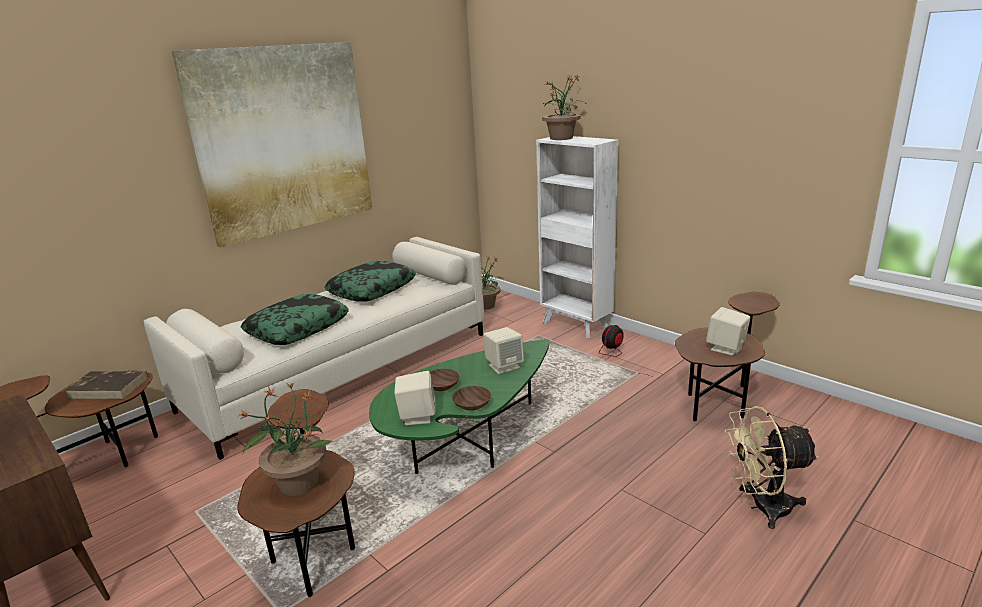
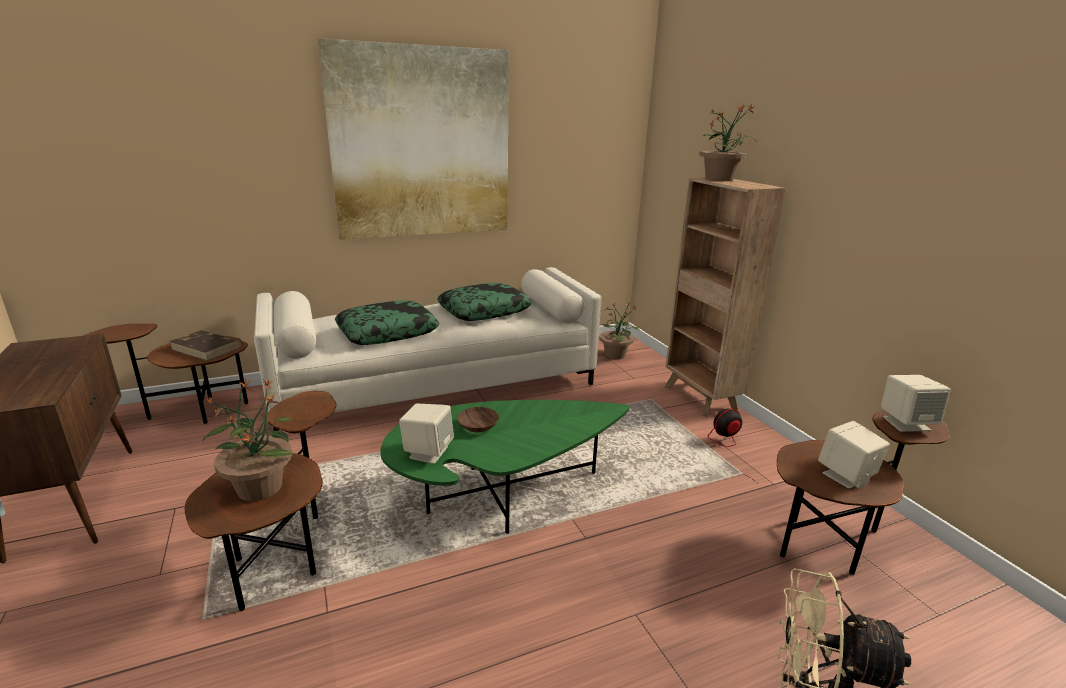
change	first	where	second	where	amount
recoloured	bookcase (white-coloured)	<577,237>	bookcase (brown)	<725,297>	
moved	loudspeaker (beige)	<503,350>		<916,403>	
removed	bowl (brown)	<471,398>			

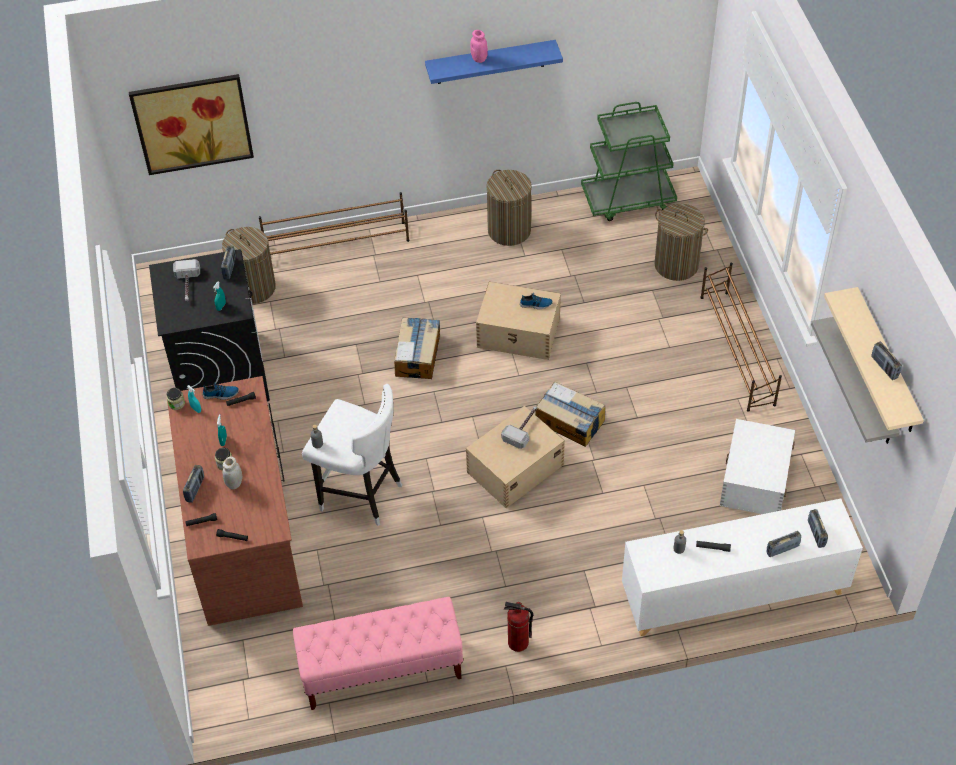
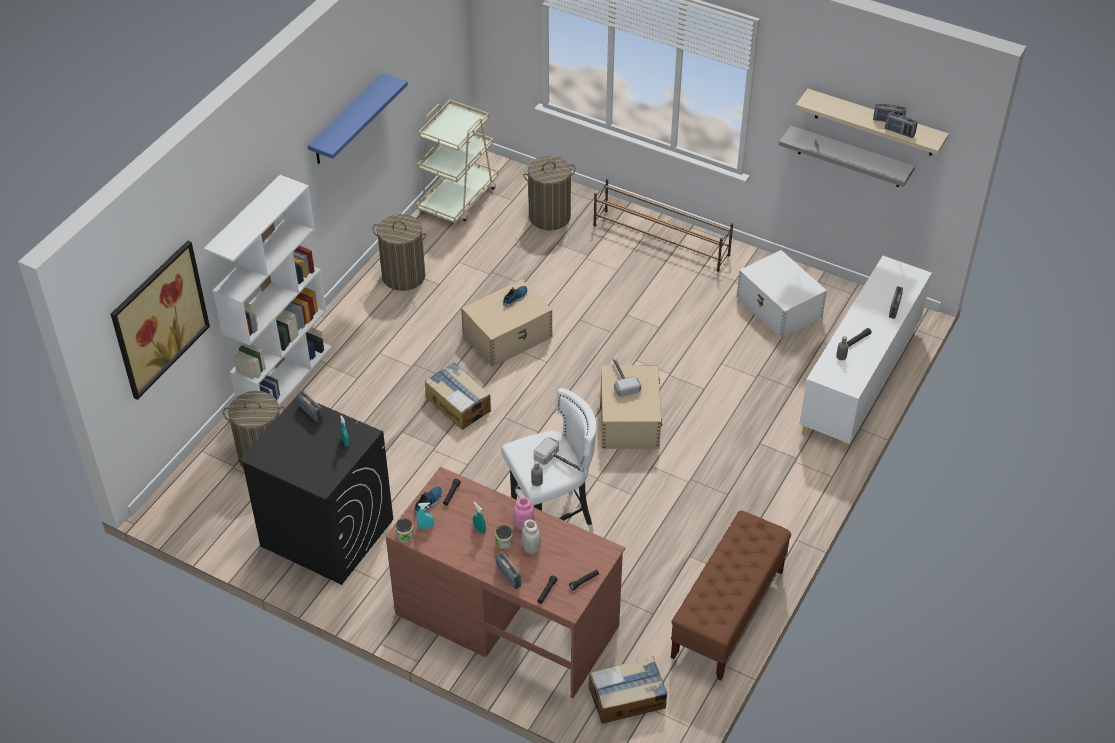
change	first	where	second	where	amount
moved	jar (pink)	<479,46>		<523,514>	
recoloured	trolley (greenish)	<629,161>	trolley (beige)	<457,161>	
replaced	shoe stand (brown)	<334,223>	bookcase (white-coloured)	<268,290>	
moved	hand hammer	<186,280>		<559,454>	
moved	cardboard box	<570,414>		<628,690>	
moved	radio set	<818,528>		<901,125>	
recoloured	indoor bench (pink)	<378,653>	indoor bench (brown)	<731,595>	
removed	fire-fighting cylinder	<518,627>			

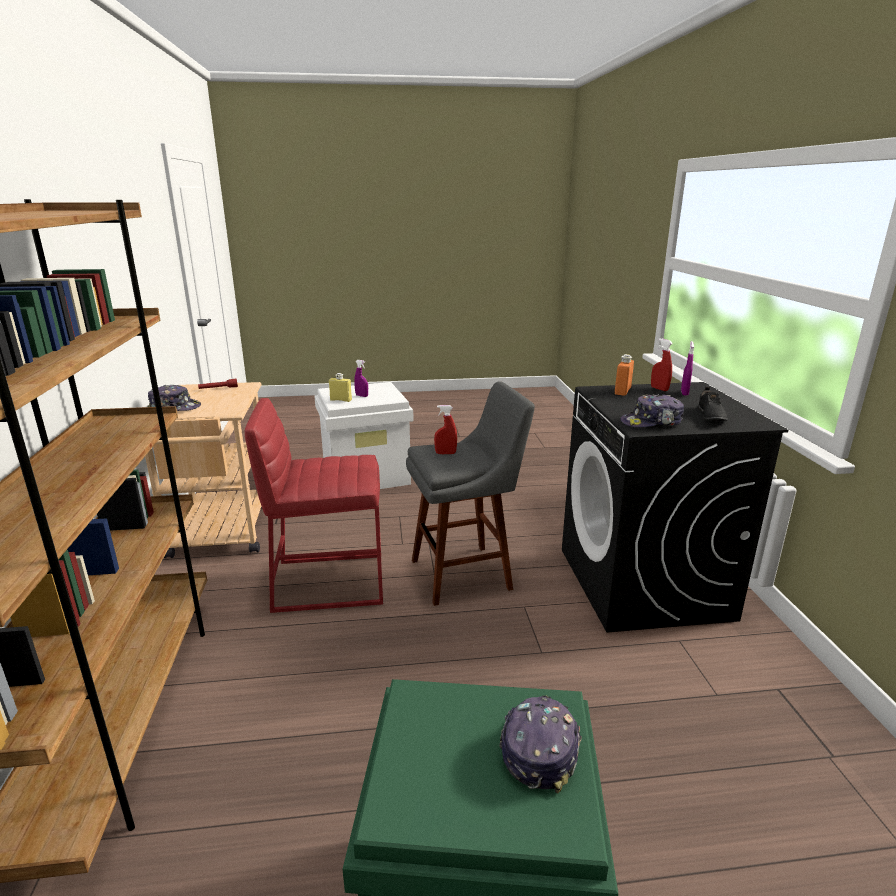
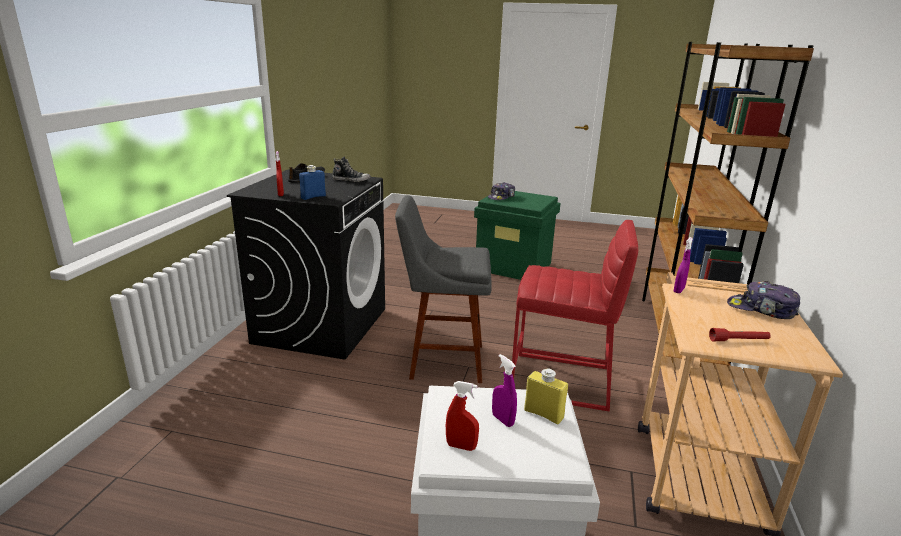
change	first	where	second	where	amount
moved	sprayer (purplish)	<687,368>		<683,265>	
recoloured	beverage bottle (orangey)	<624,375>	beverage bottle (blue)	<312,182>	
replaced	cap	<652,410>	low shoe	<351,169>	
moved	sprayer (red)	<445,429>		<462,416>	

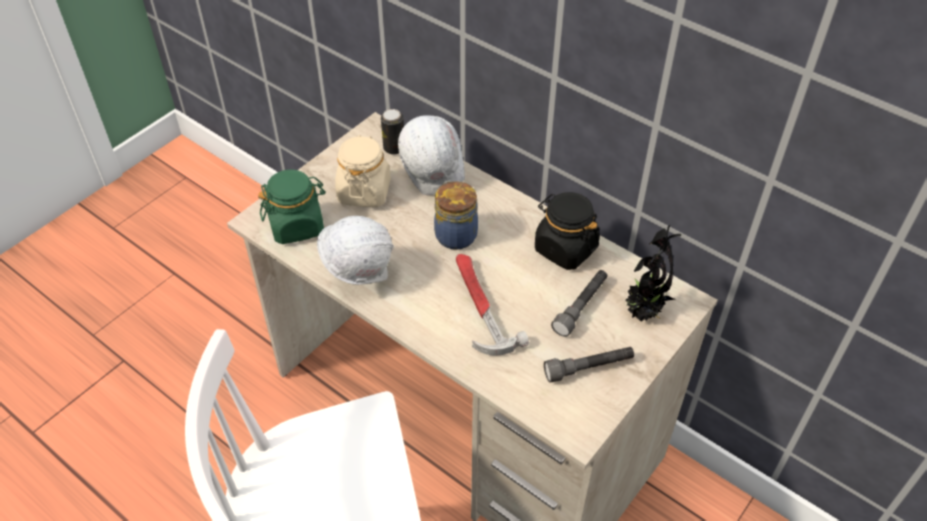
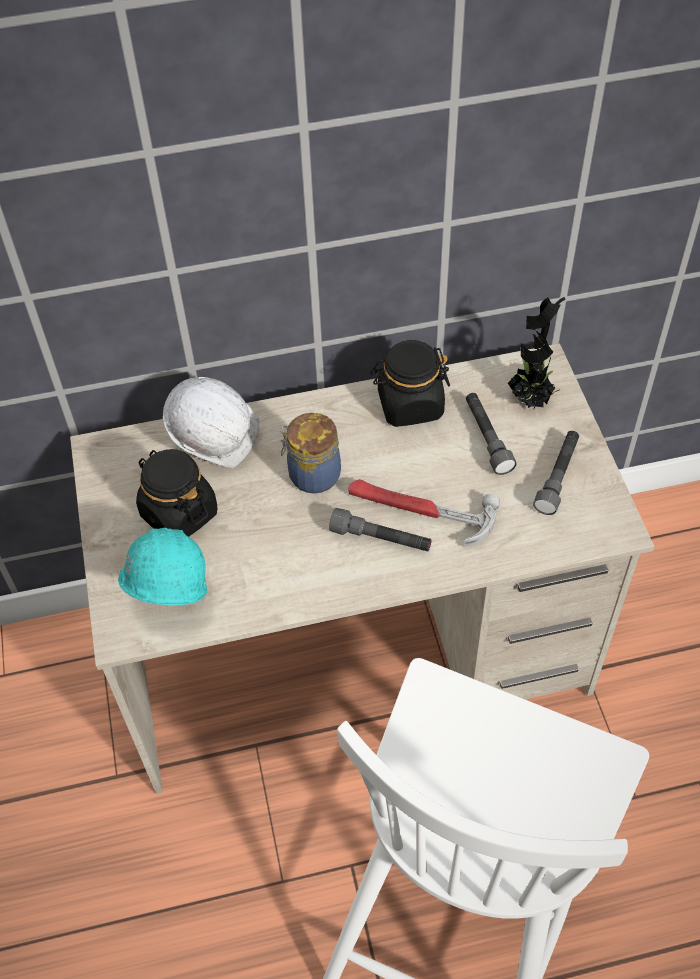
change	first	where	second	where	amount
removed	can	<392,132>			
recoloured	jar (beige)	<363,171>	jar (black)	<176,493>	
replaced	jar (greenish)	<292,206>	safety helmet (blue-green)	<162,566>	
removed	safety helmet (white-coloured)	<355,250>			
added			hand torch (greyish)	<380,530>	

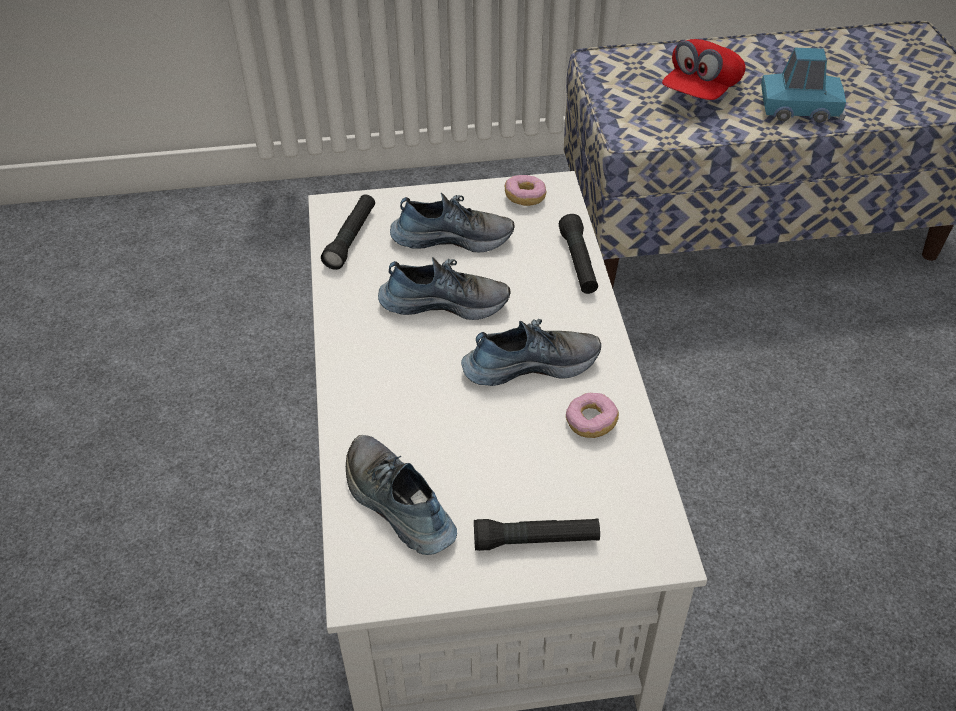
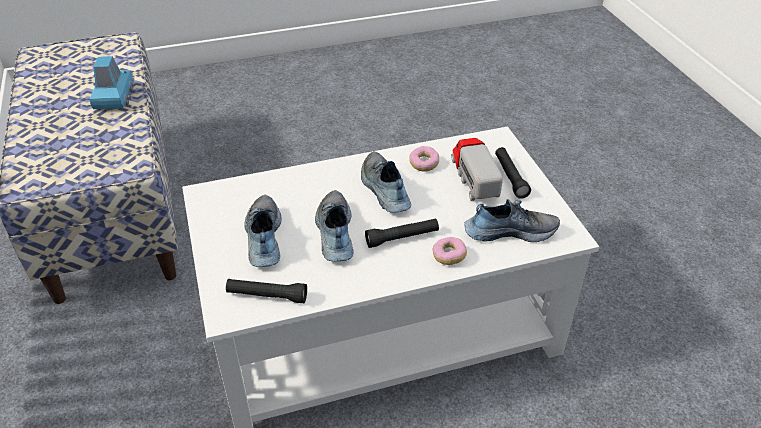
change	first	where	second	where	amount
removed	cap (red)	<704,69>			
moved	donut	<526,190>		<450,251>	
moved	hand torch (black)	<578,254>		<402,233>	
turned	low shoe	<401,495>		<512,220>	135 degrees counterclockwise
added			model truck	<477,169>	

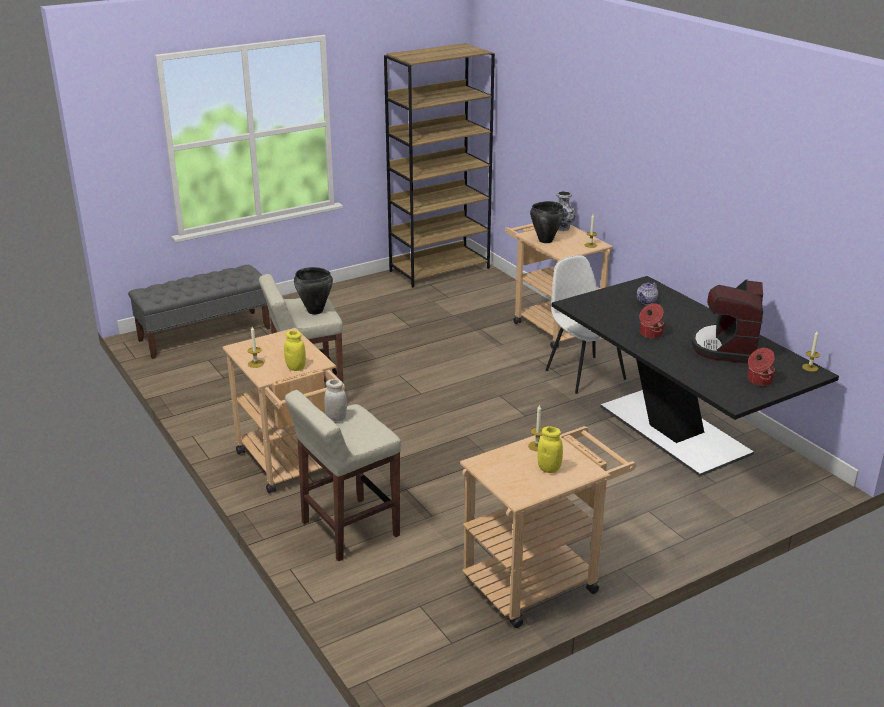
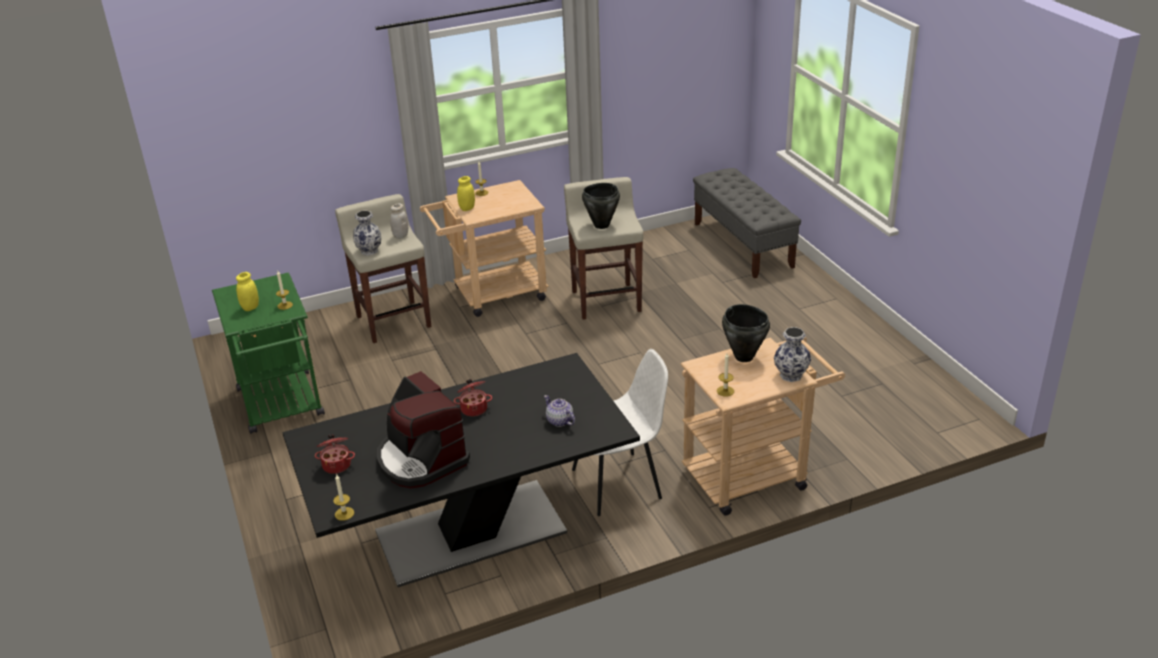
change	first	where	second	where	amount
removed	bookcase (brown)	<439,165>			
turned	coffee brewer	<727,321>		<423,429>	150 degrees counterclockwise
recoloured	trolley (beige)	<548,527>	trolley (greenish)	<268,353>	
added			flower vase	<367,233>	

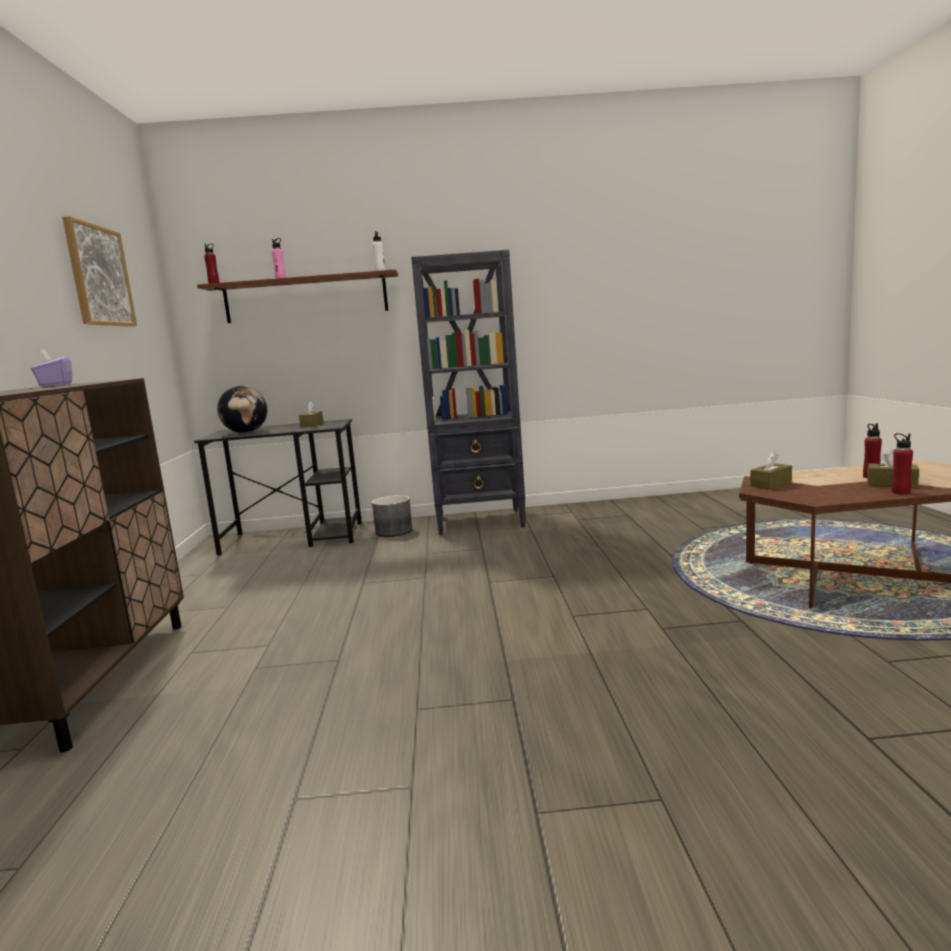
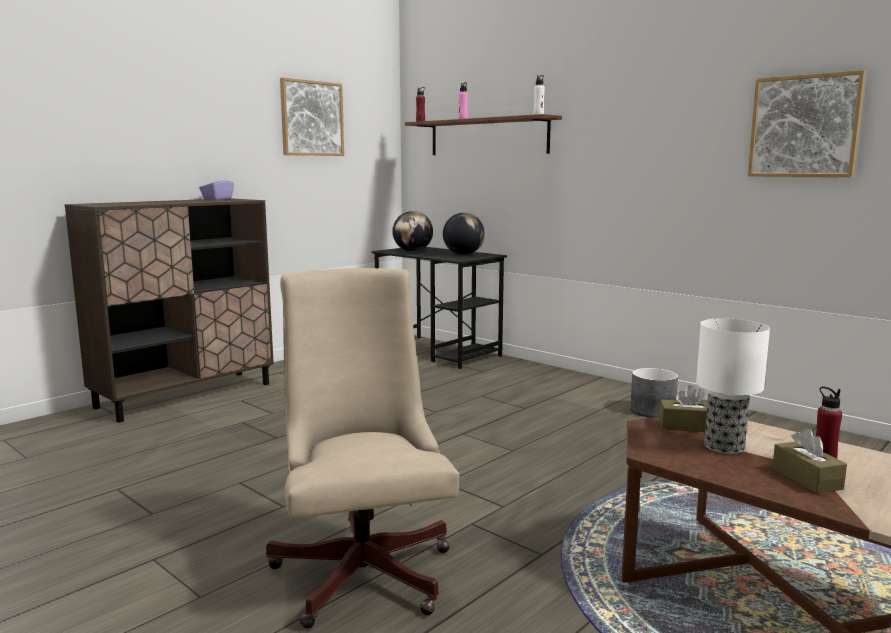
change	first	where	second	where	amount
removed	bookcase (black)	<468,392>			
replaced	tissue box (brown)	<311,414>	desk globe	<464,234>	
removed	beverage bottle (red)	<902,463>			
moved	planter (greyish)	<392,516>		<654,393>	
added			wall art	<807,123>	
added			desk chair (beige)	<362,448>	
added			tabletop lamp	<733,386>	

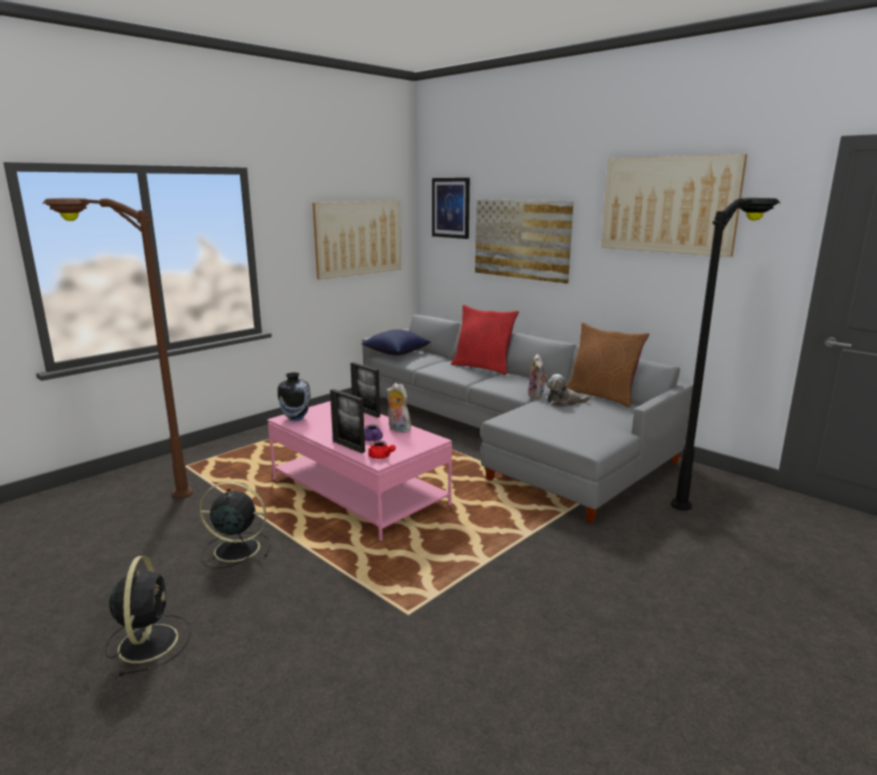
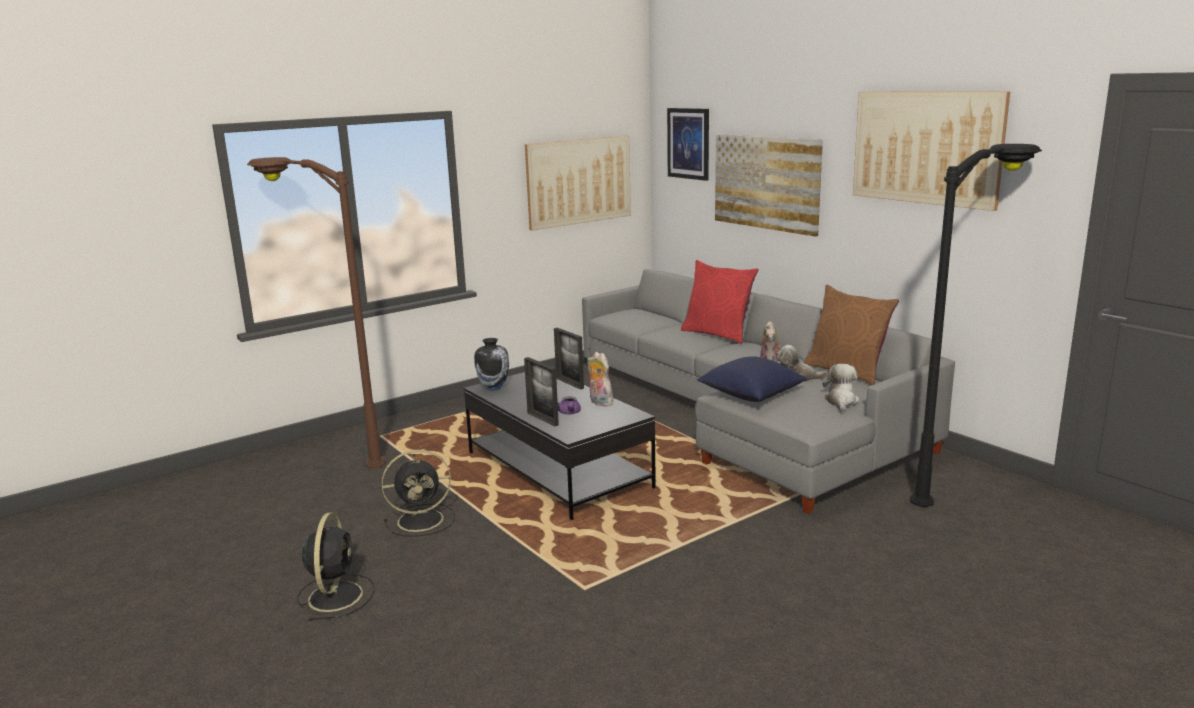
change	first	where	second	where	amount
moved	pillow (blue)	<396,342>		<752,379>	
recoloured	low table (pink)	<359,471>	low table (black)	<560,446>	
removed	pot for tea (red)	<382,450>			
turned	fan (black)	<234,525>		<418,493>	150 degrees clockwise
added			plush toy	<841,387>	

